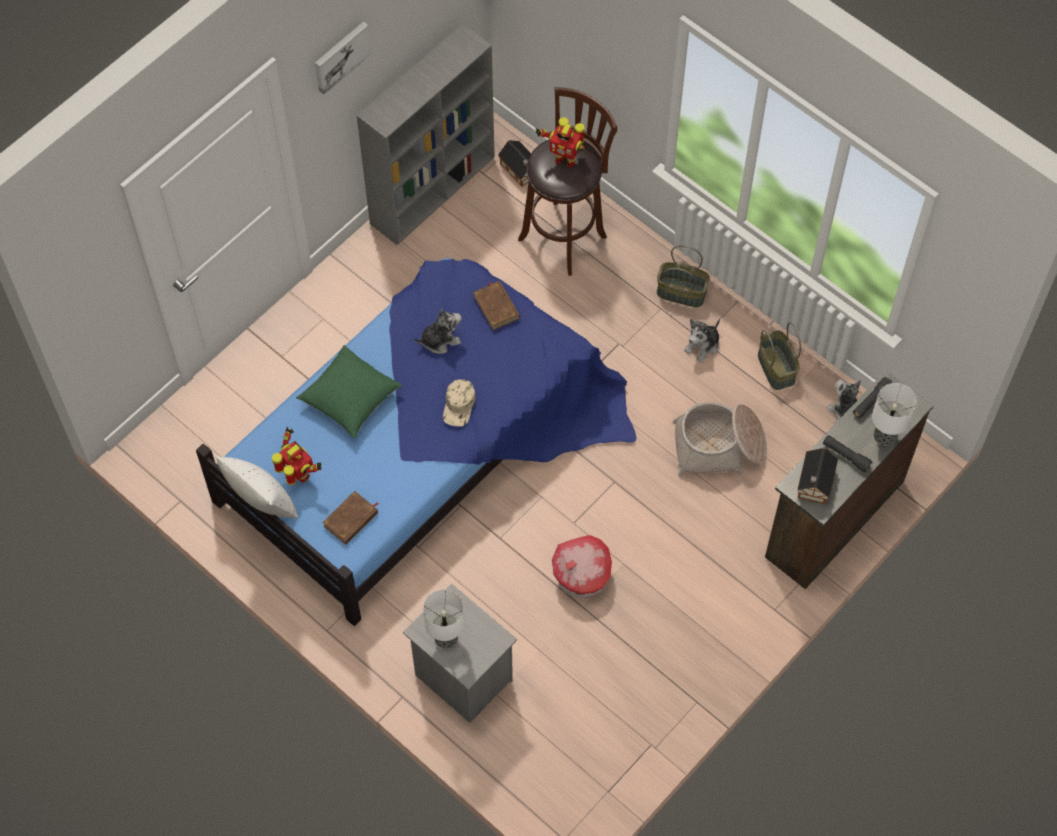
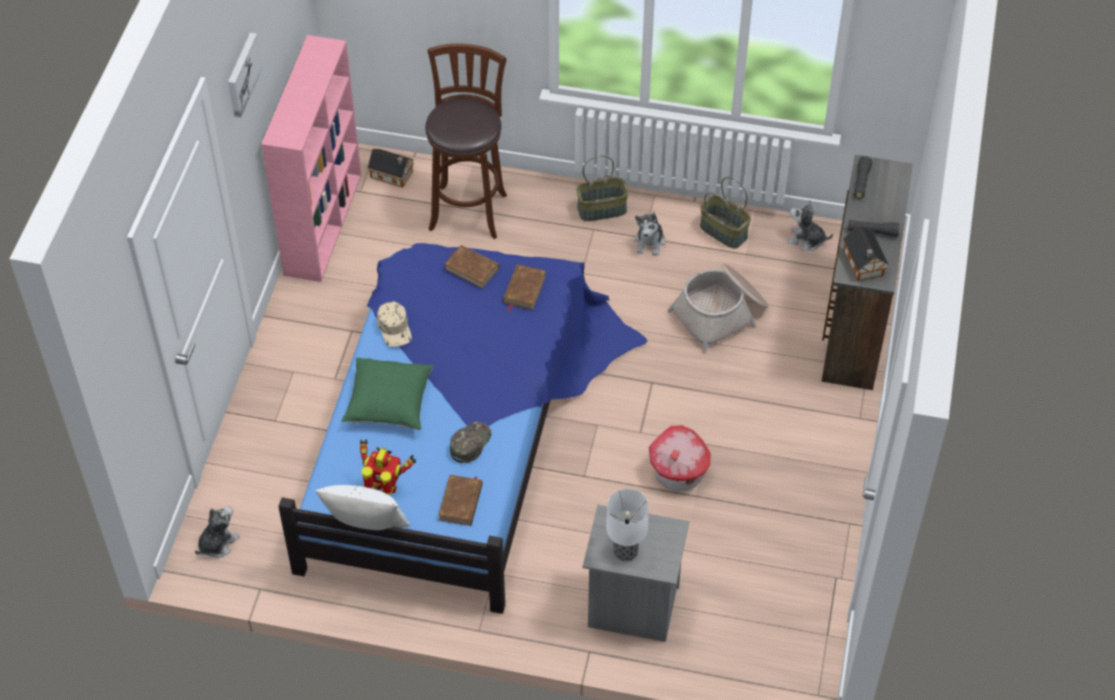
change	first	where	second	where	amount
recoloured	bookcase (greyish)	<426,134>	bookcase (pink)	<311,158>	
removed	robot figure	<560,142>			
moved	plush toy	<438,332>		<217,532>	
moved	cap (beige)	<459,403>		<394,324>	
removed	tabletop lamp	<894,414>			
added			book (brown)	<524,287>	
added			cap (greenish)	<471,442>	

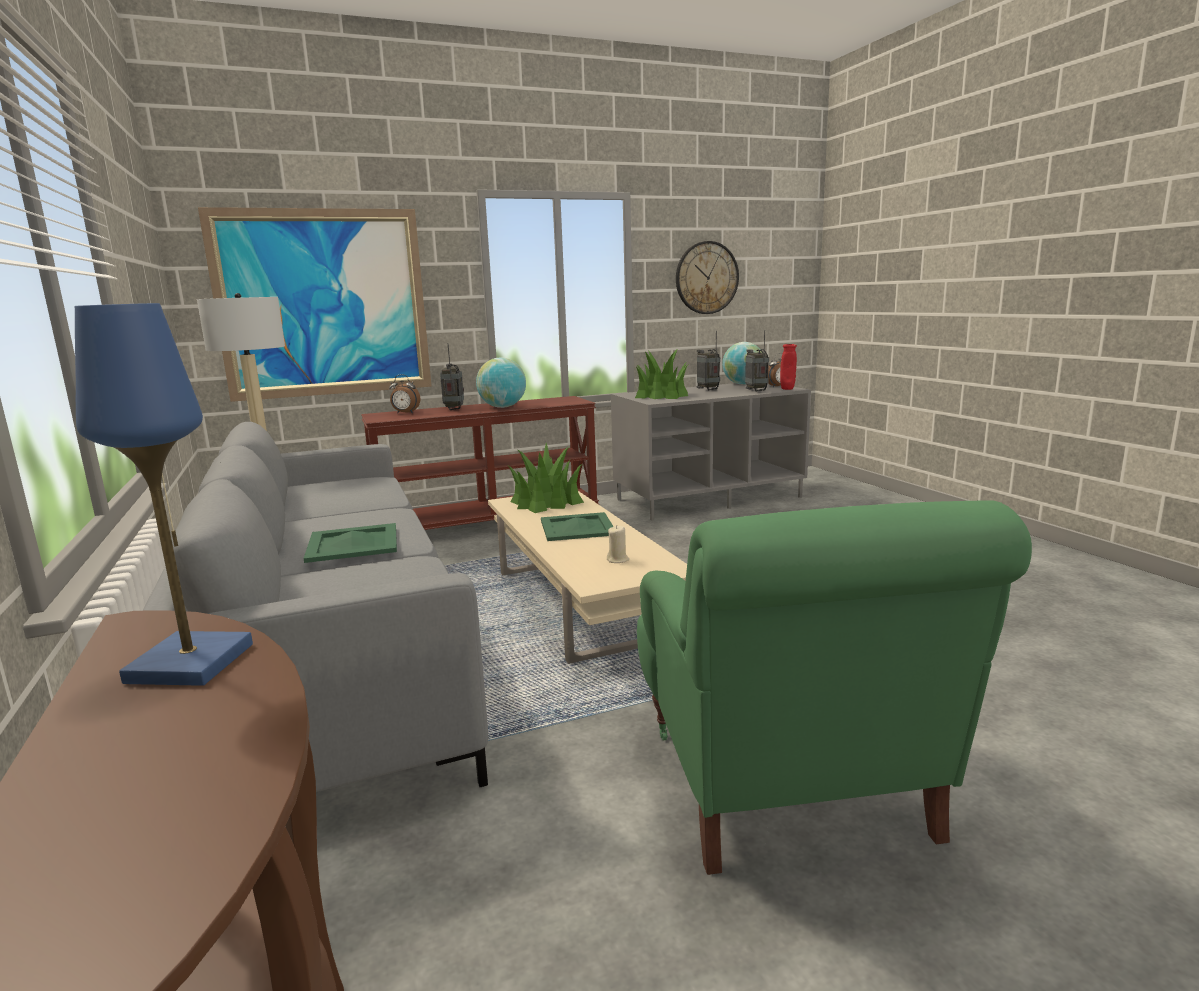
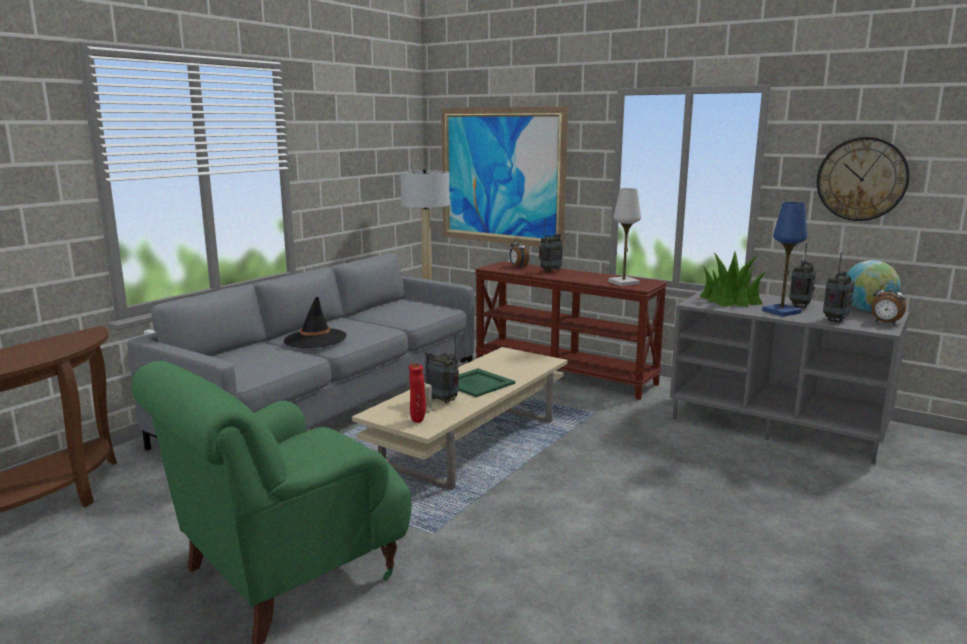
change	first	where	second	where	amount
moved	tabletop lamp (blue)	<164,494>		<784,259>	
moved	flower vase (red)	<788,367>		<417,393>	
removed	desk globe	<501,383>			
removed	houseplant	<546,478>			
replaced	serving tray (greenish)	<350,543>	hat (black)	<315,322>	
added			tabletop lamp (white-coloured)	<624,237>	
added			radio set	<441,368>	

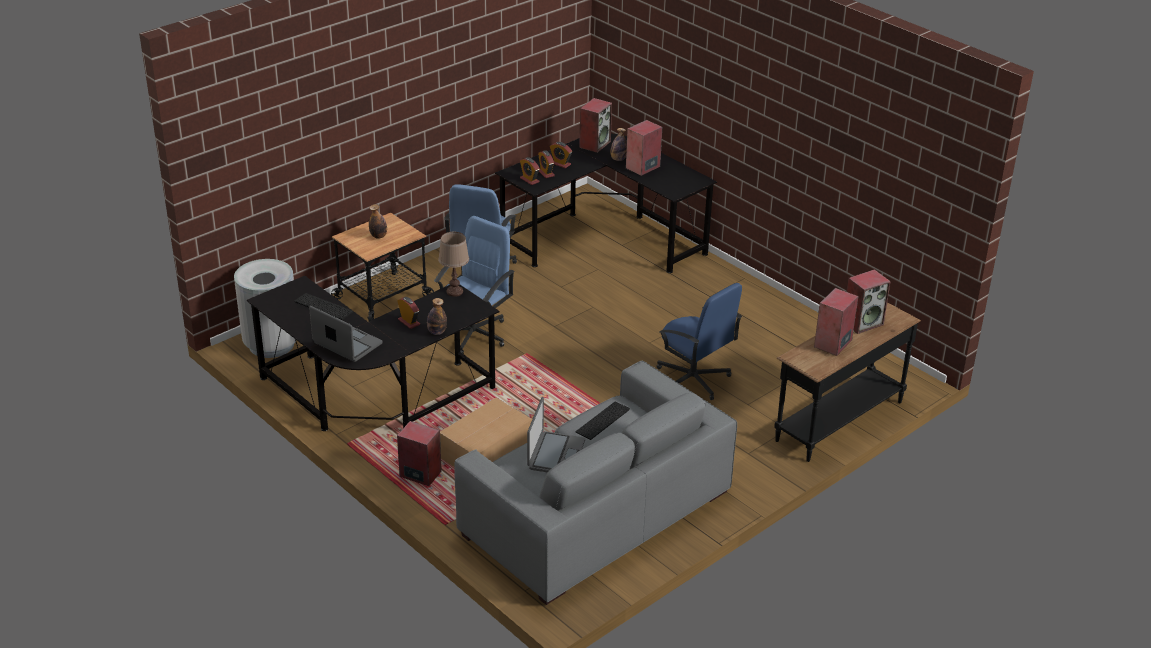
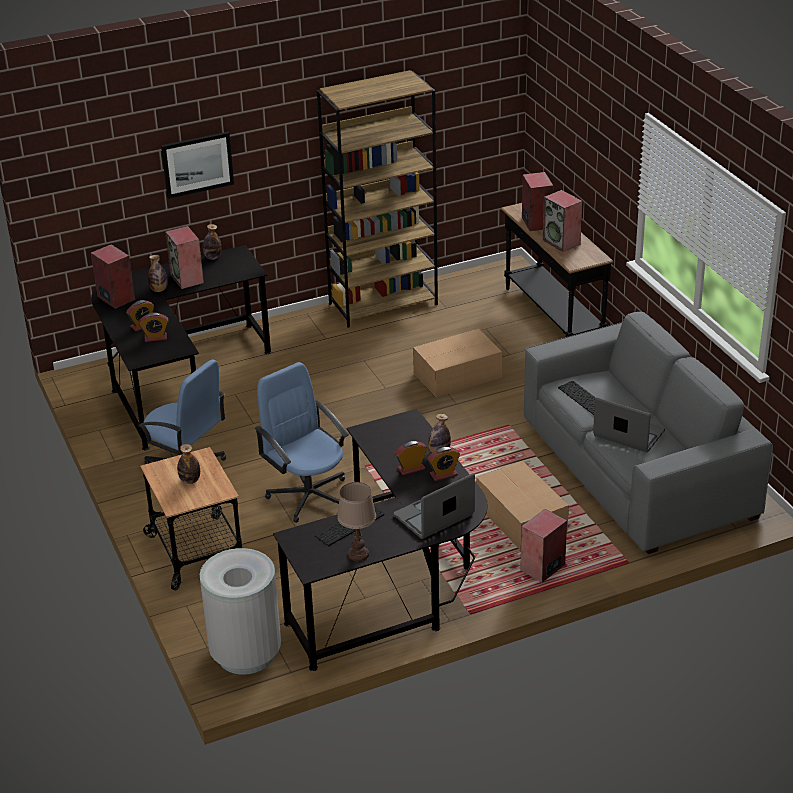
change	first	where	second	where	amount
moved	alarm clock	<530,171>		<443,464>	
moved	tabletop lamp (brown)	<453,264>		<356,521>	
replaced	desk chair (blue)	<699,341>	cardboard box	<457,363>	
added			bookcase (brown)	<377,198>	
added			wall art	<197,165>	
added			beverage bottle	<212,242>	

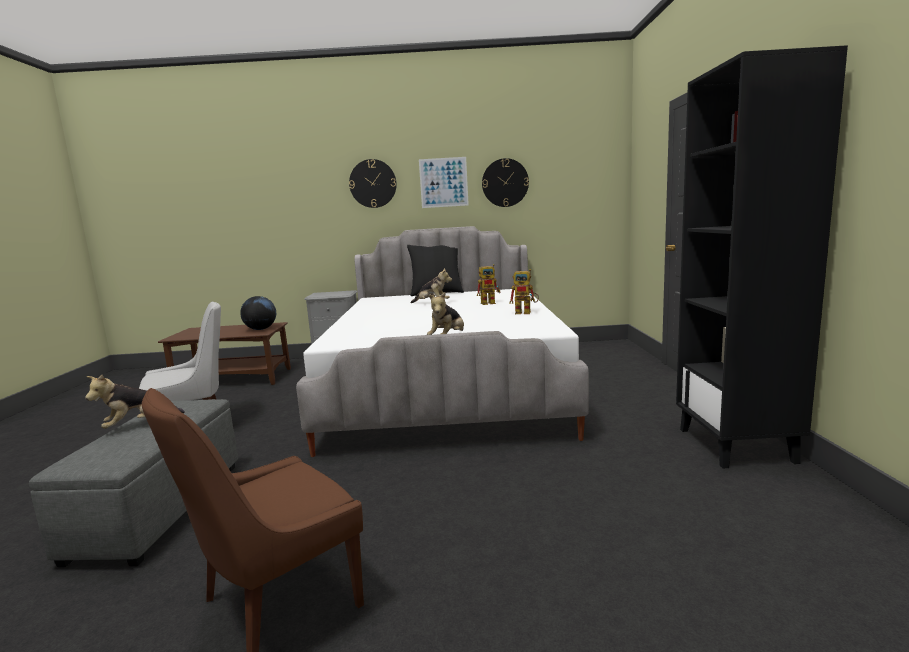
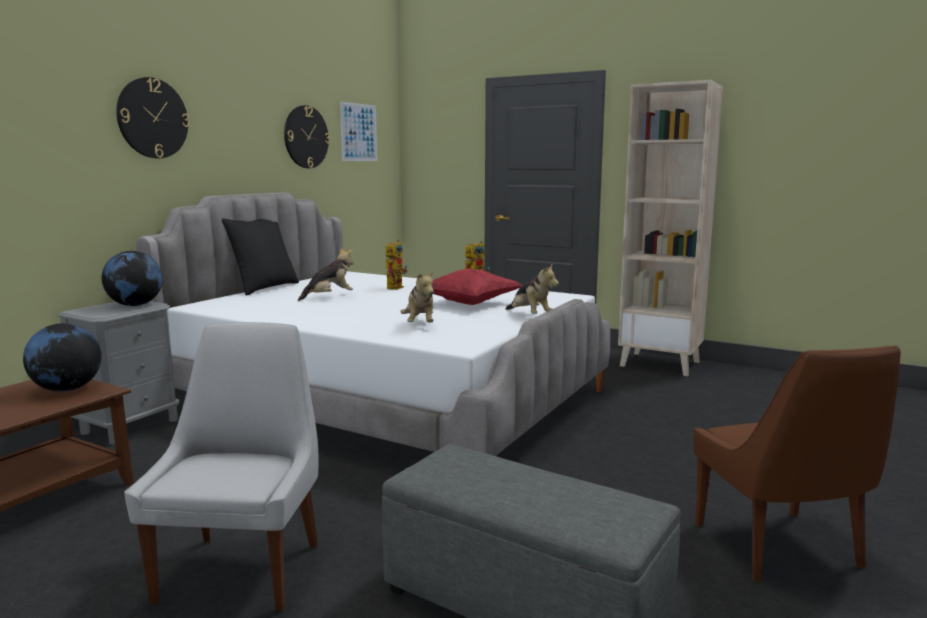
change	first	where	second	where	amount
recoloured	bookcase (black)	<762,256>	bookcase (beige)	<670,228>	
moved	wall art	<444,182>		<358,131>	
moved	plush toy	<135,402>		<417,297>	
added			desk globe	<132,278>	
added			pillow (red)	<477,287>	

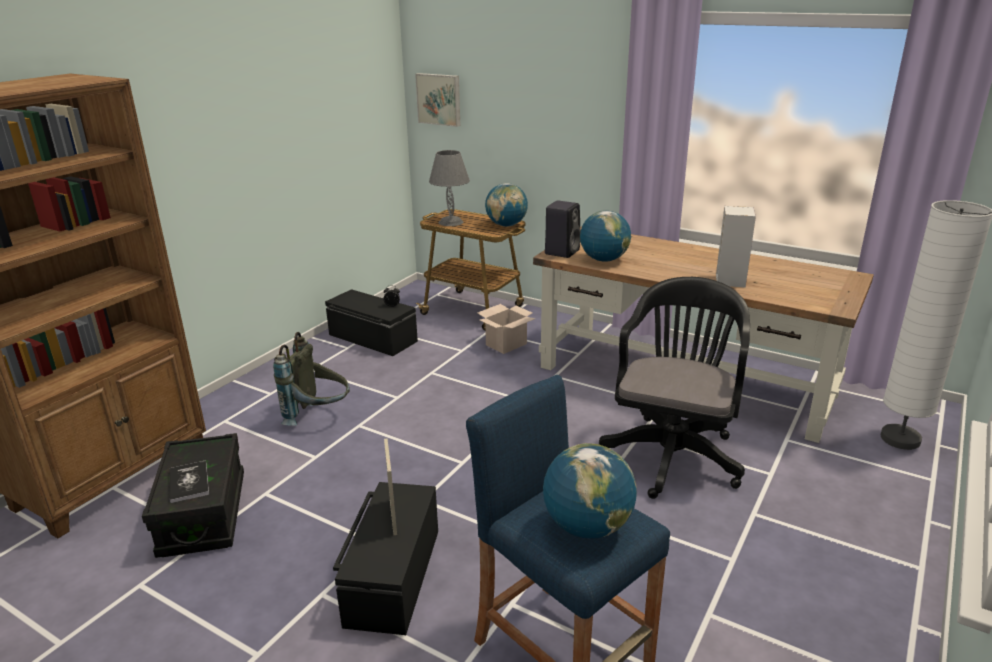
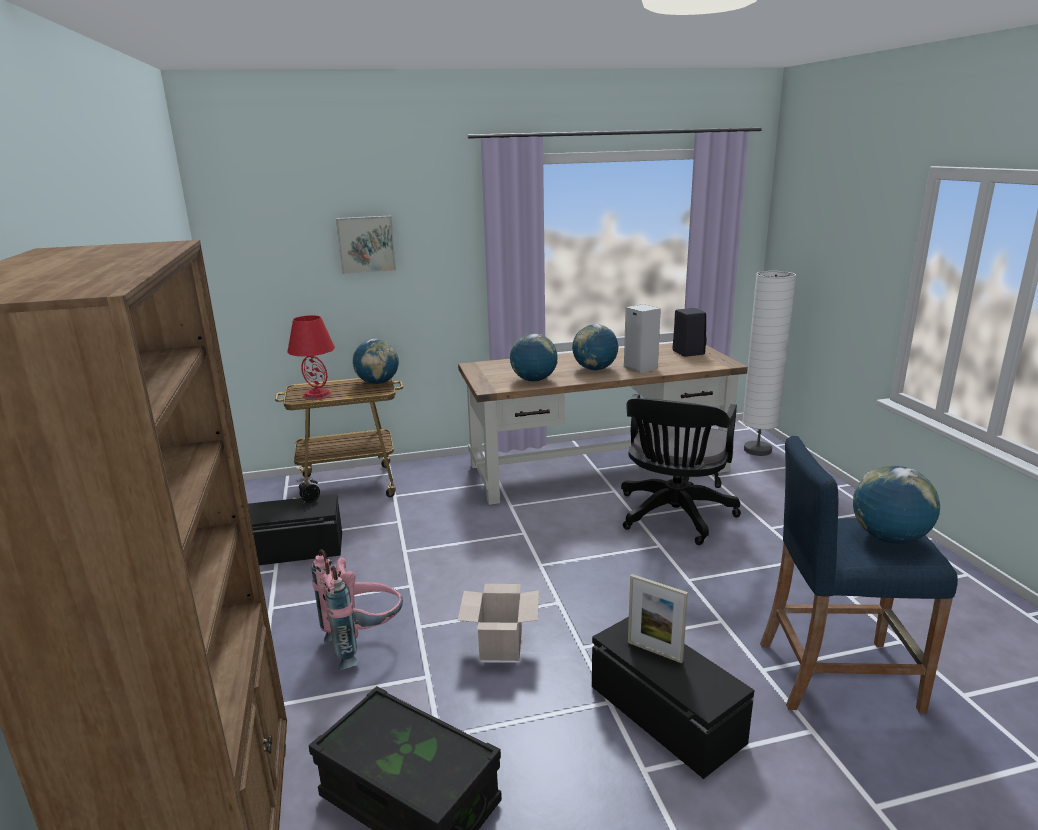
change	first	where	second	where	amount
moved	wall art	<437,100>		<366,245>	
recoloured	tabletop lamp (greyish)	<449,188>	tabletop lamp (red)	<311,357>	
moved	loudspeaker (black)	<563,229>		<689,332>	
turned	desk chair (black)	<674,388>		<681,469>	135 degrees counterclockwise
moved	cardboard box	<507,329>		<498,622>	
recoloured	rucksack (greyish)	<311,379>	rucksack (pink)	<357,609>	
removed	book	<189,481>			
added			desk globe	<595,347>	

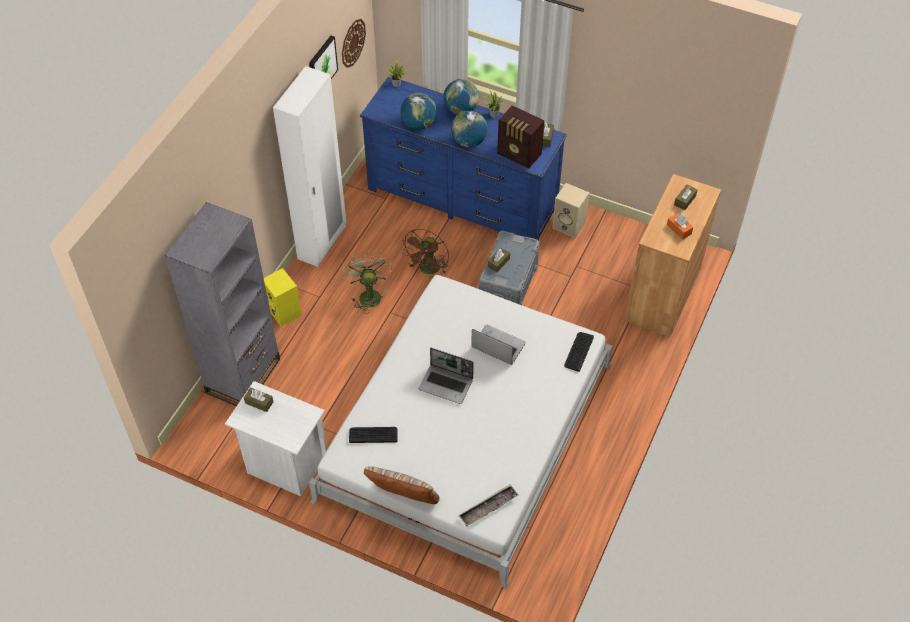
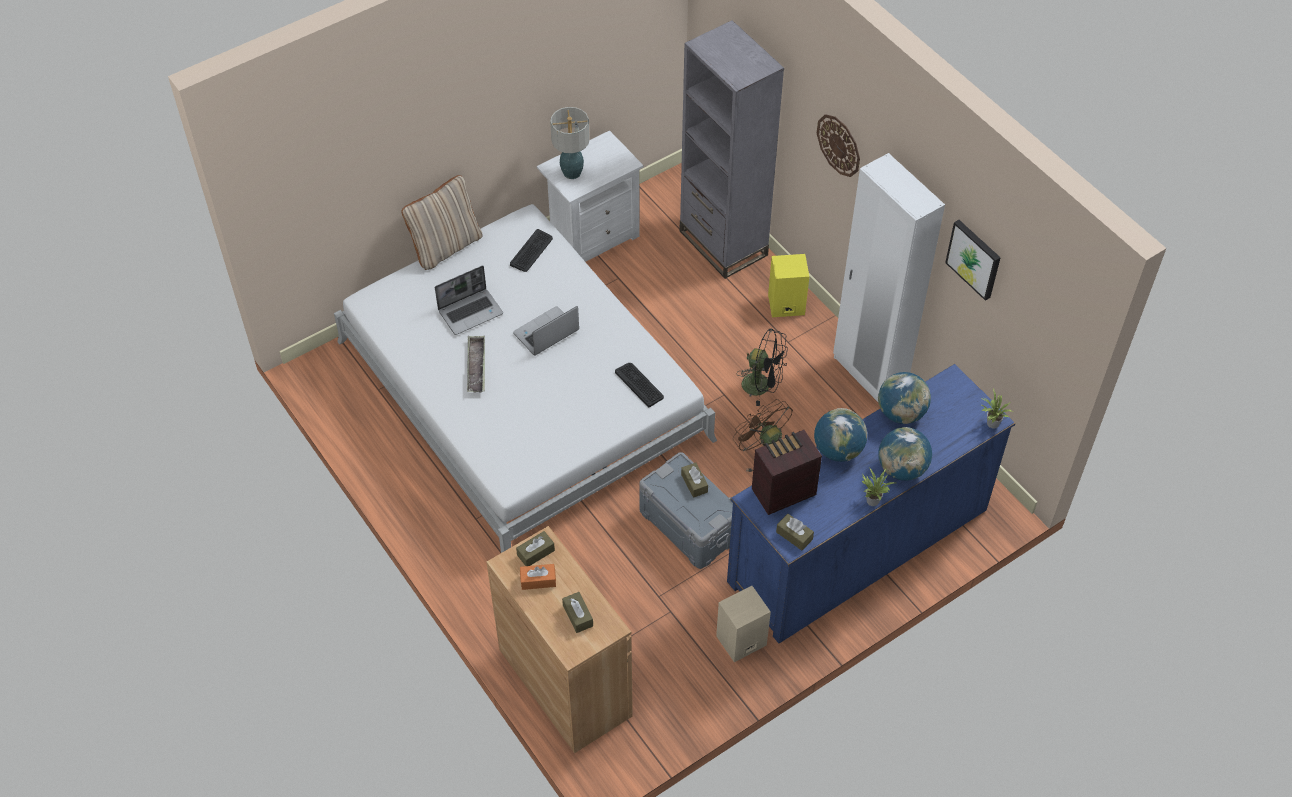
change	first	where	second	where	amount
moved	hanging clock	<354,43>		<838,145>	
recoloured	fan (greenish)	<367,282>	fan (black)	<762,367>	
moved	notebook computer	<498,345>		<469,300>	
moved	PC keyboard	<579,352>		<639,385>	
moved	tissue box (brown)	<258,399>		<535,548>	
moved	serving tray	<488,505>		<476,364>	
added			tabletop lamp	<570,143>	

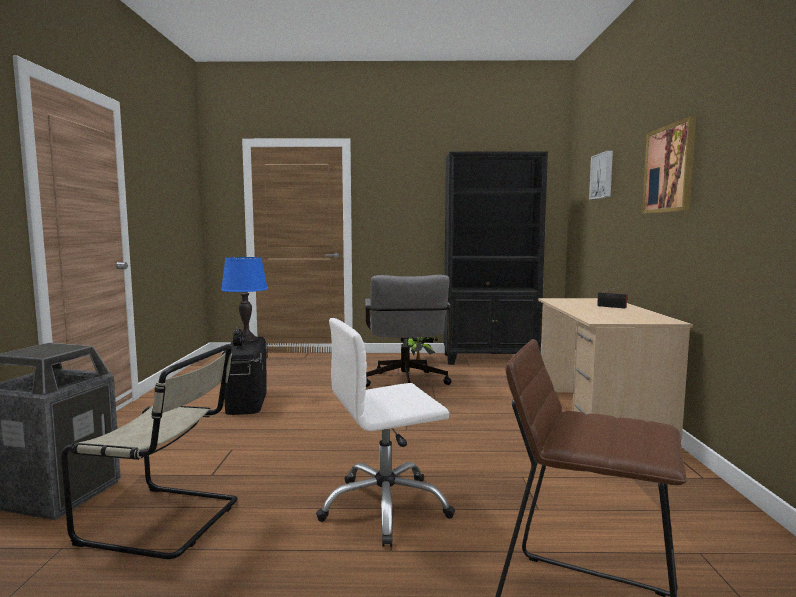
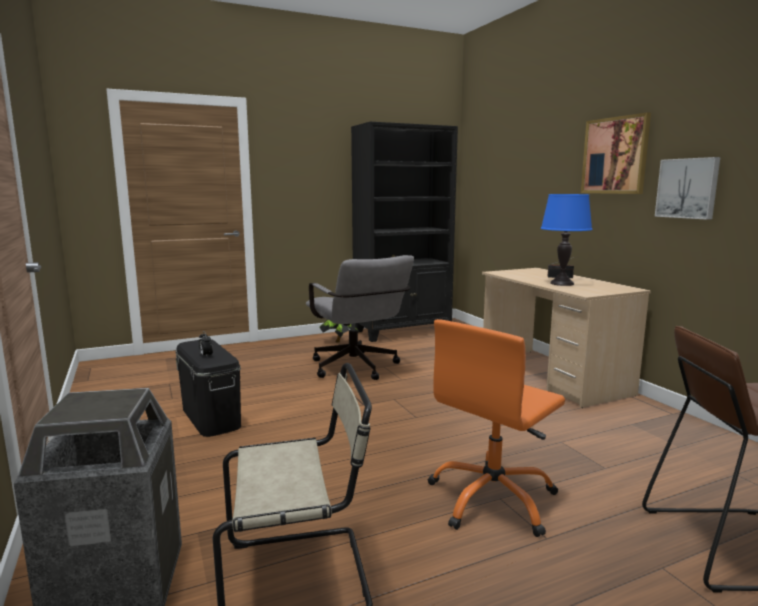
change	first	where	second	where	amount
moved	wall art	<601,175>		<687,188>	
moved	tabletop lamp (blue)	<244,299>		<567,240>	
recoloured	desk chair (white-coloured)	<385,432>	desk chair (orangey)	<496,428>	

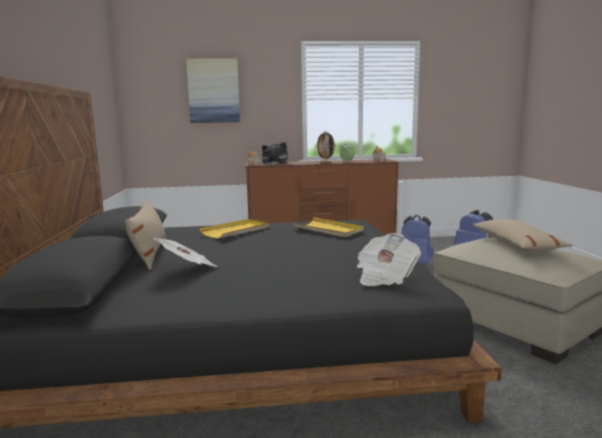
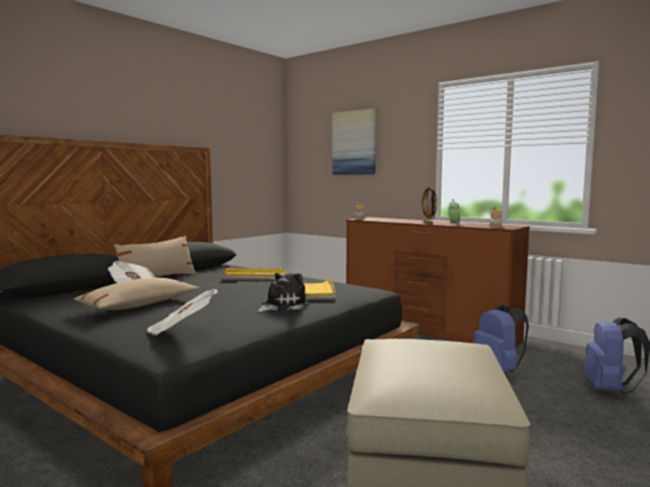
change	first	where	second	where	amount
moved	plush toy	<275,153>		<283,292>	
moved	pillow (beige)	<522,235>		<137,294>	

